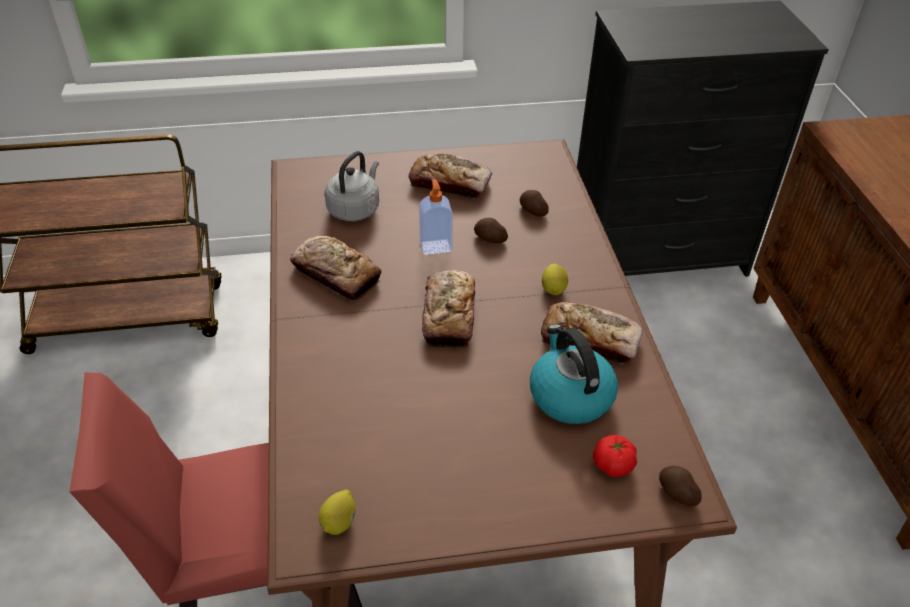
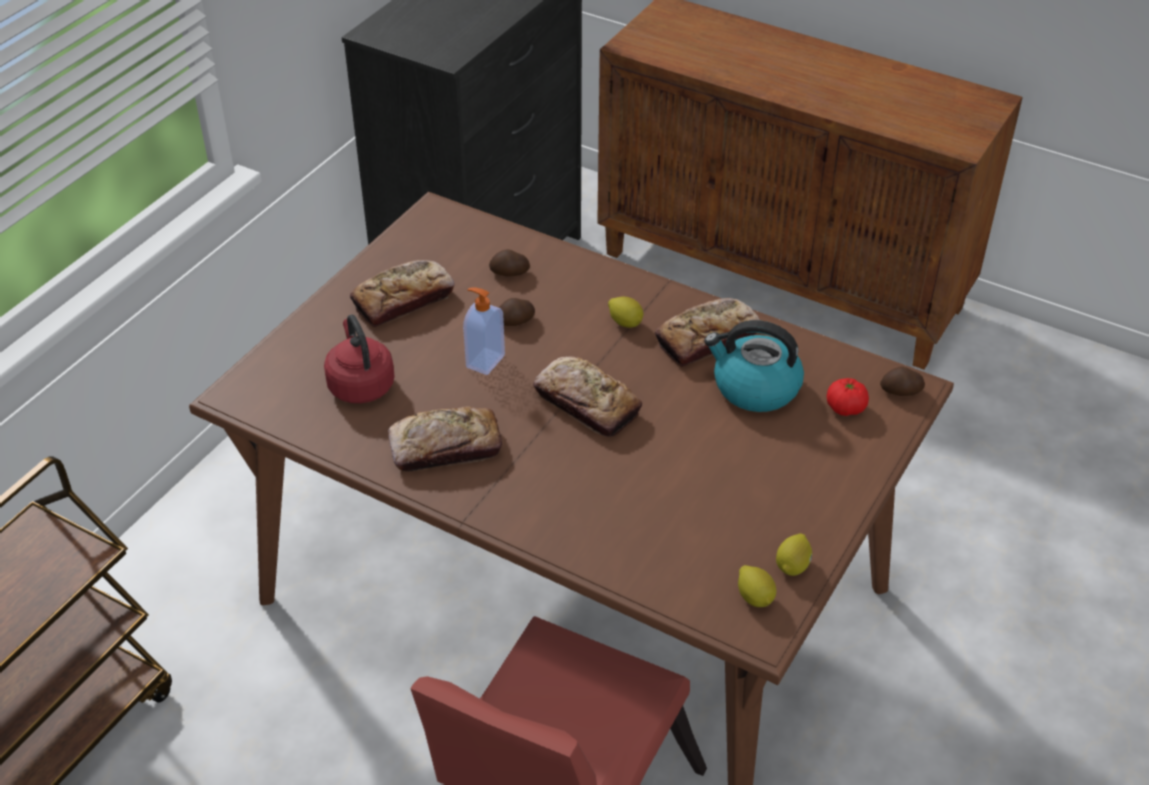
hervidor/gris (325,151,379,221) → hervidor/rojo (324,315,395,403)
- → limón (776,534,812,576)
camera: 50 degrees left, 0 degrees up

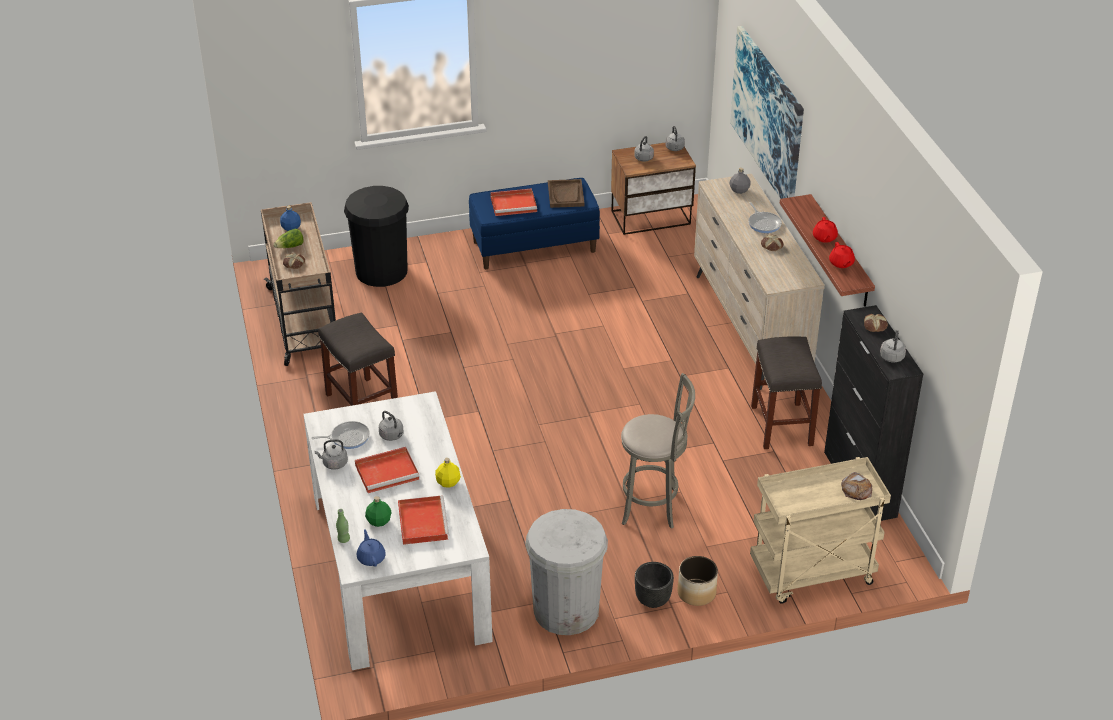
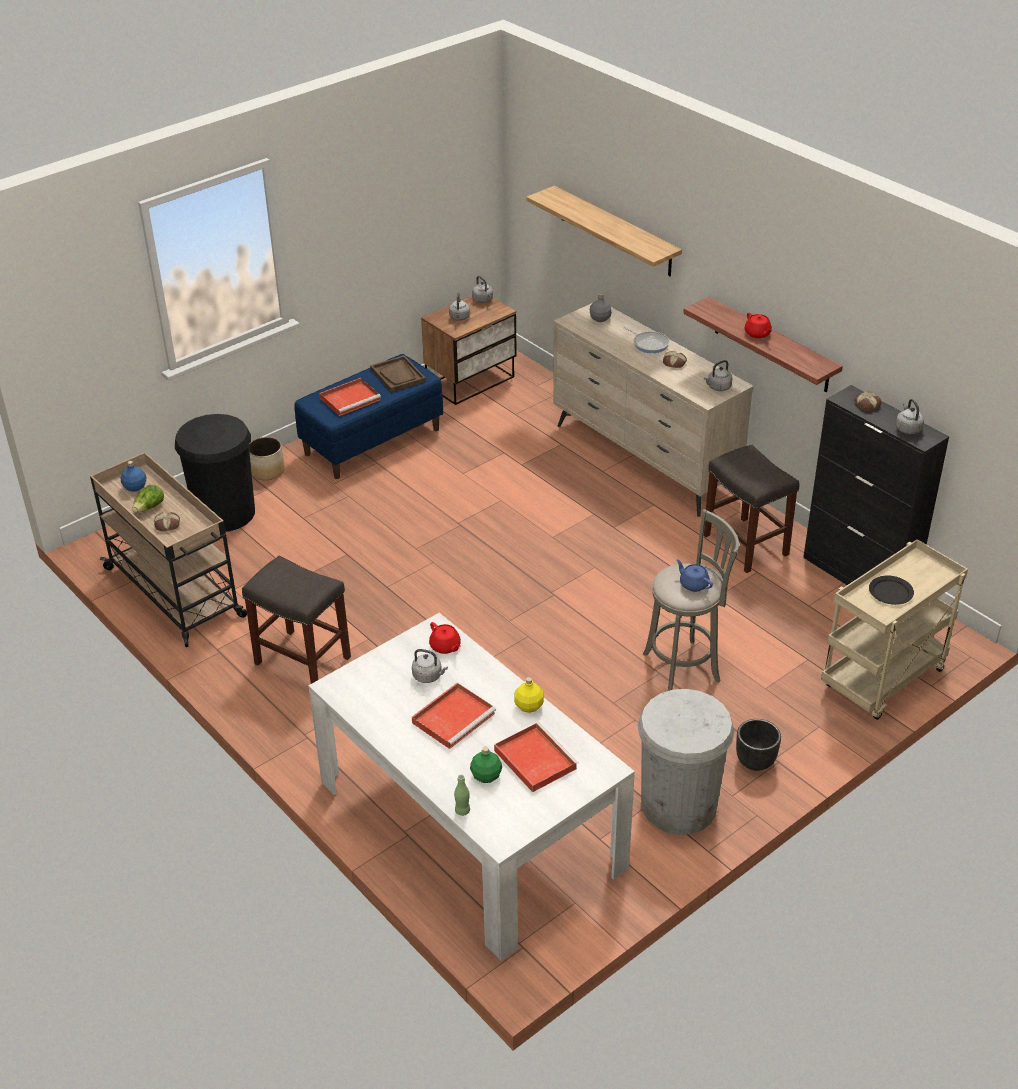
cuadro (730,26,804,199) → estante (526,186,682,276)
tetera/rojo (829,242,855,268) → tetera/rojo (429,622,461,654), moved
sartén (311,421,370,449) → -
hervidor/gris (315,439,348,470) → hervidor/gris (704,360,733,391), moved
pan (841,472,872,500) → -
tetera/azul (357,529,386,567) → tetera/azul (676,559,713,592), moved
maceta (678,556,718,606) → maceta (249,437,285,480), moved
- → plato/negro (869,575,914,605)
camera: 25 degrees left, 0 degrees up

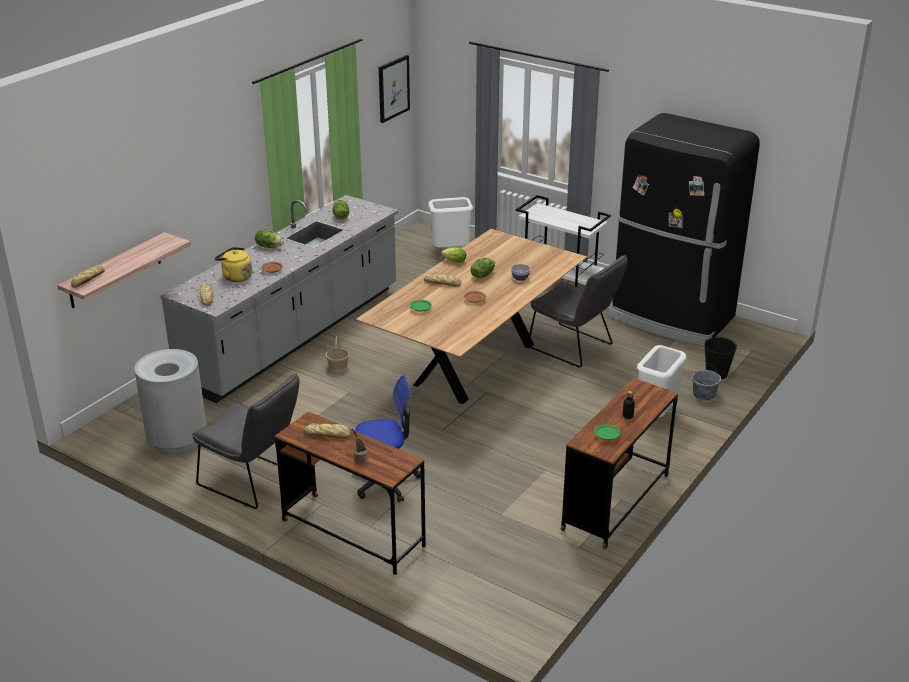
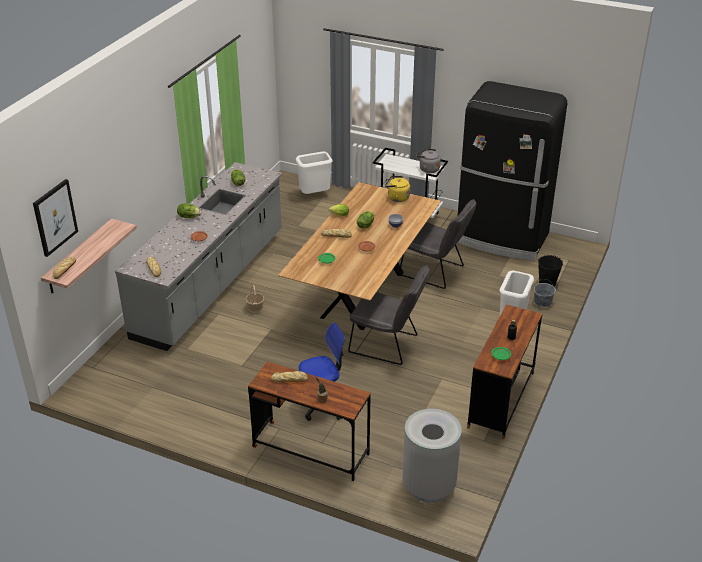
cuadro (379,55,410,123) → cuadro (33,179,78,257), moved
hervidor/amarillo (215,247,252,282) → hervidor/amarillo (385,176,410,202), moved
papelera/gris (134,349,206,454) → papelera/gris (403,409,462,503), moved
silla/gris (192,373,300,509) → silla/gris (348,265,430,365), moved
- → hervidor/gris (416,148,441,173)
camera: 10 degrees left, 5 degrees up

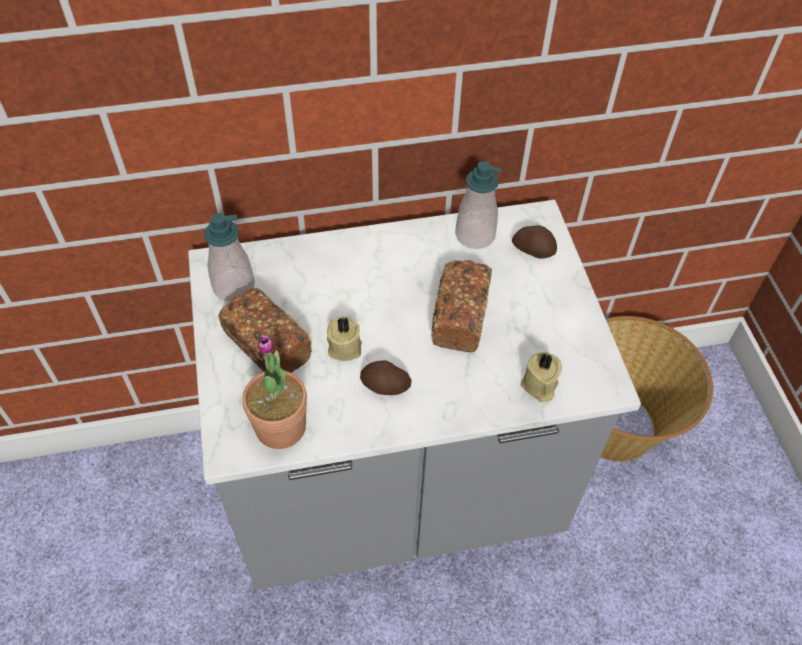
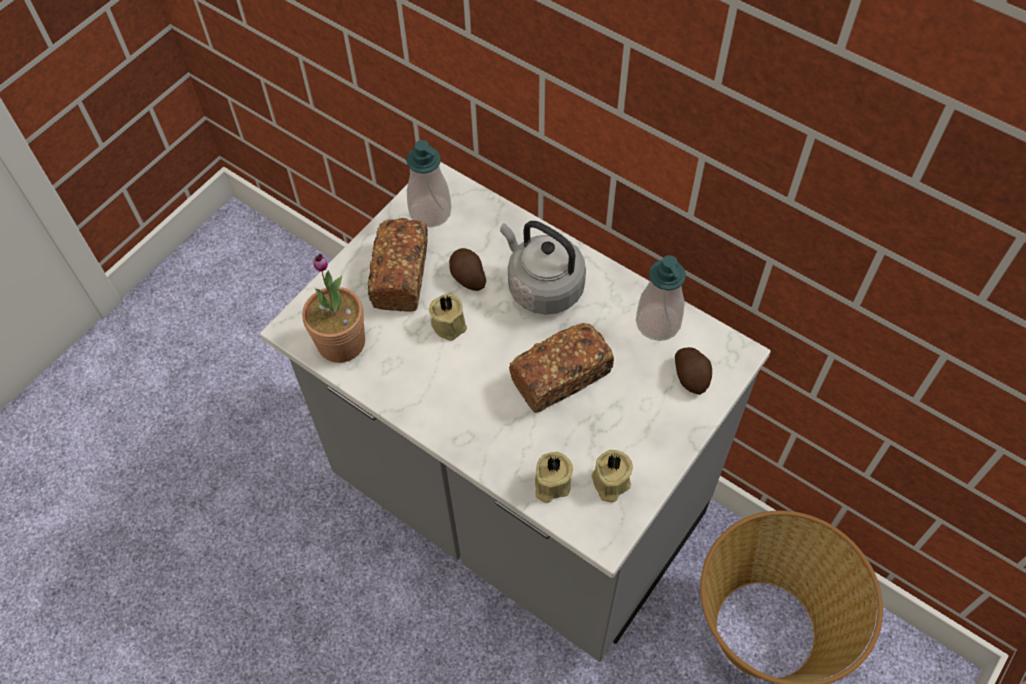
patata (360,360,411,395) → patata (449,248,486,291), moved
- → hervidor/gris (500,221,586,315)
- → vela/beis (591,450,633,502)
camera: 50 degrees right, 5 degrees up

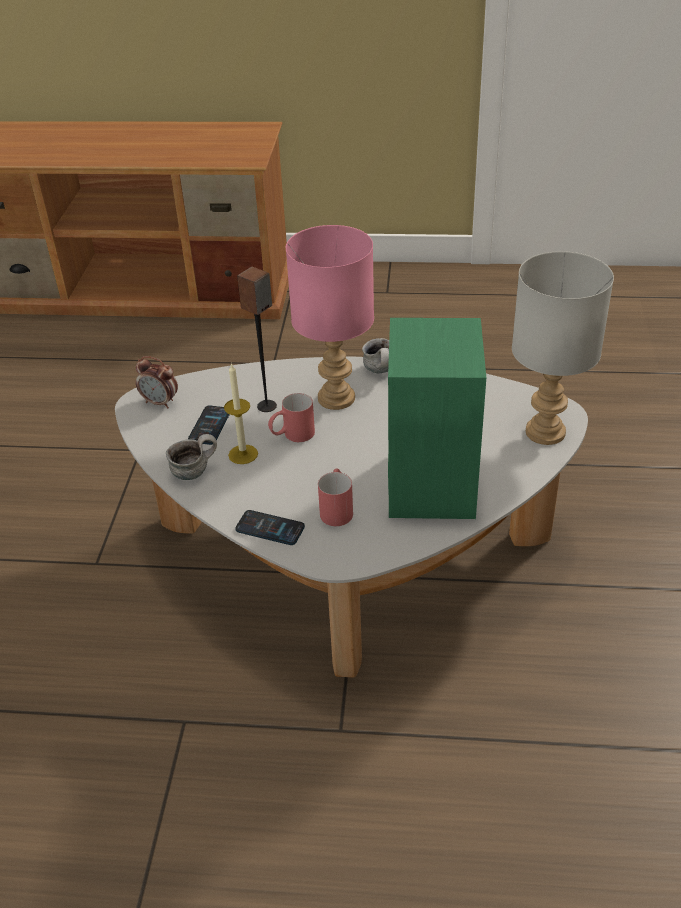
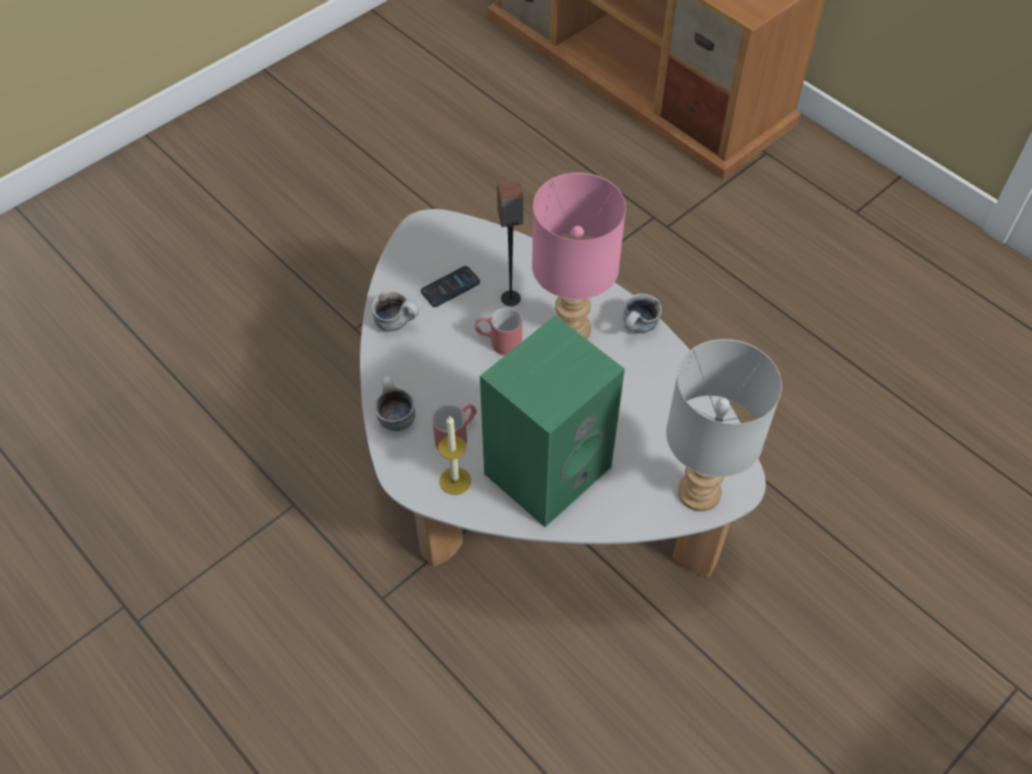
despertador (136,356,178,408) → -
vela (224,363,258,464) → vela (438,416,471,495), moved
móvil (235,510,305,545) → taza grande (374,376,415,431)
camera: 40 degrees right, 15 degrees up

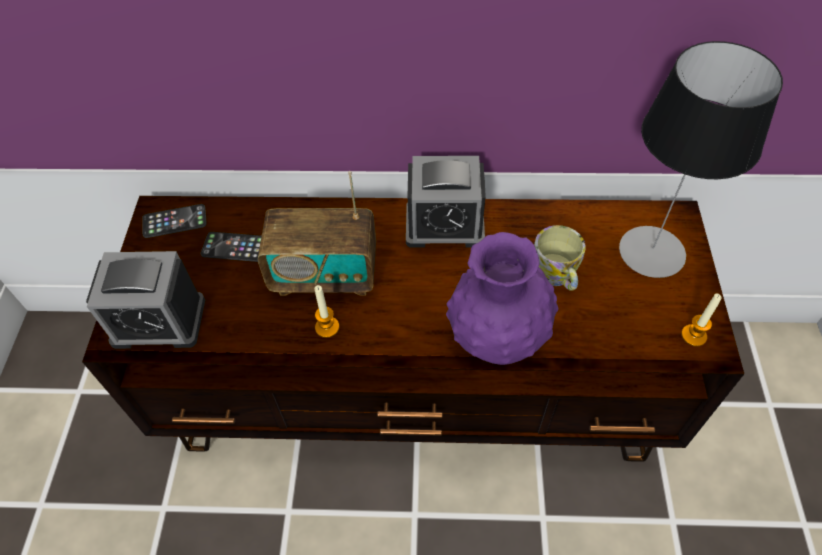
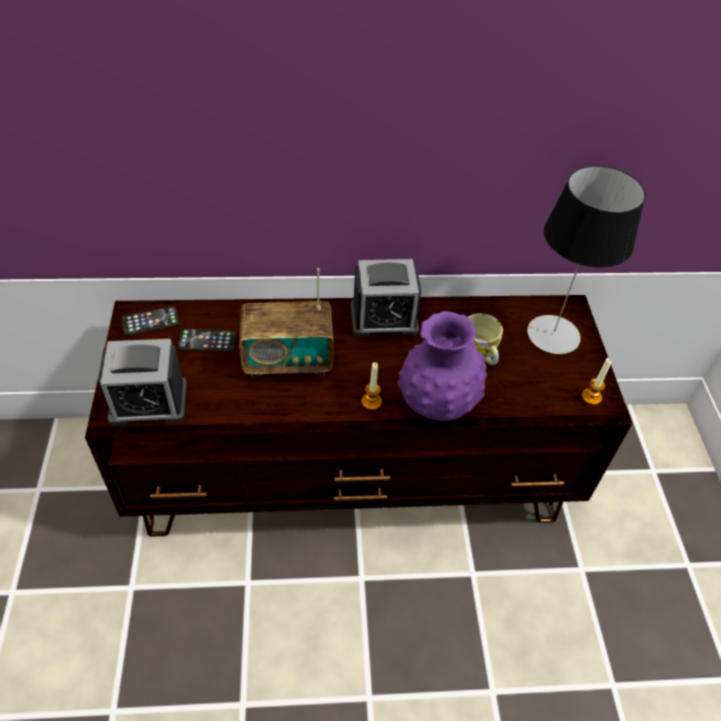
vela (315,285,339,338) → vela (362,362,382,410), moved
camera: 10 degrees left, 5 degrees down

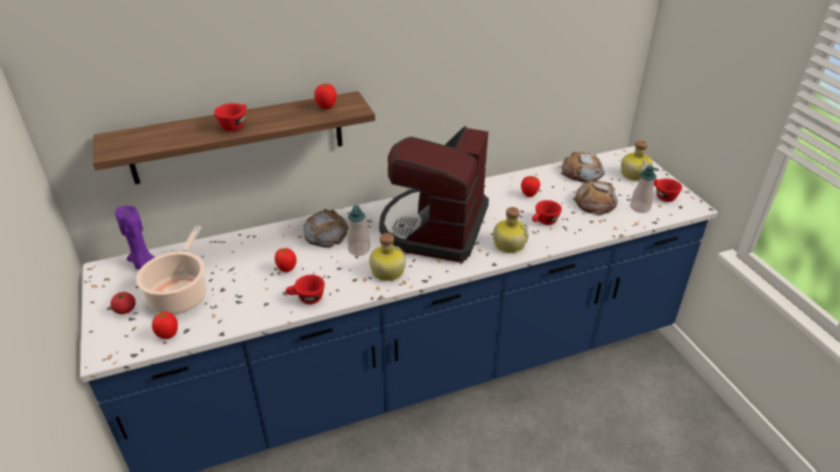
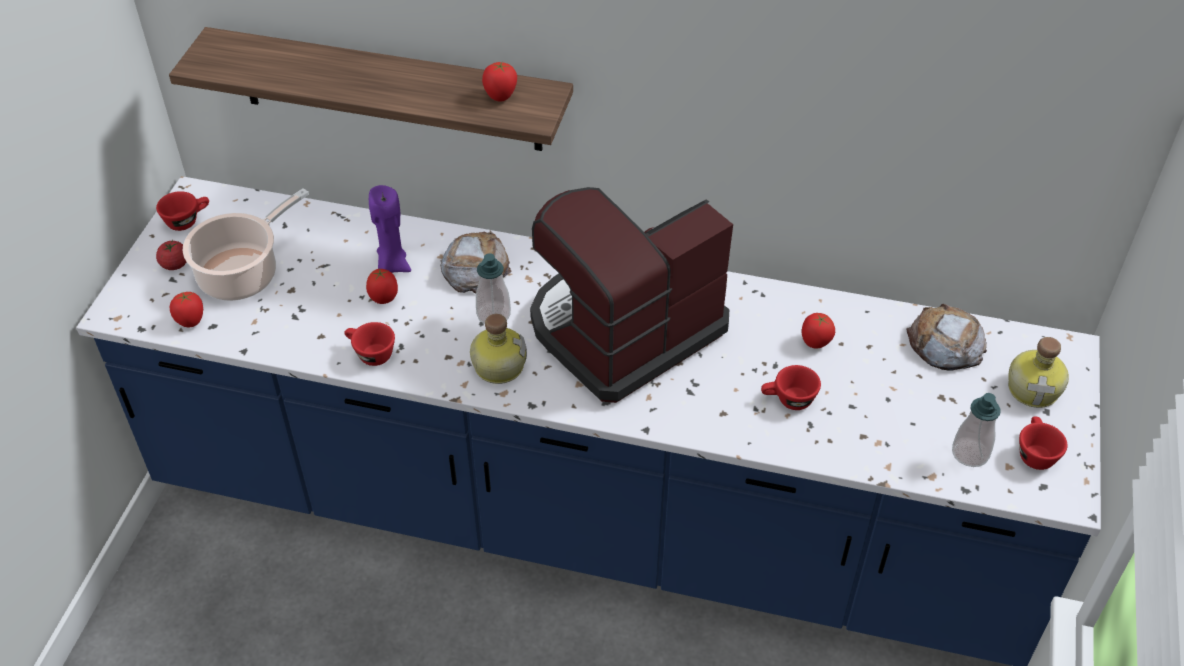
taza/rojo (214,103,246,131) → taza/rojo (156,191,209,231), moved
pan (573,181,618,215) → -
vela/morado (115,206,155,270) → vela/morado (369,185,411,273), moved
botella (493,207,528,253) → -
camera: 35 degrees right, 10 degrees up

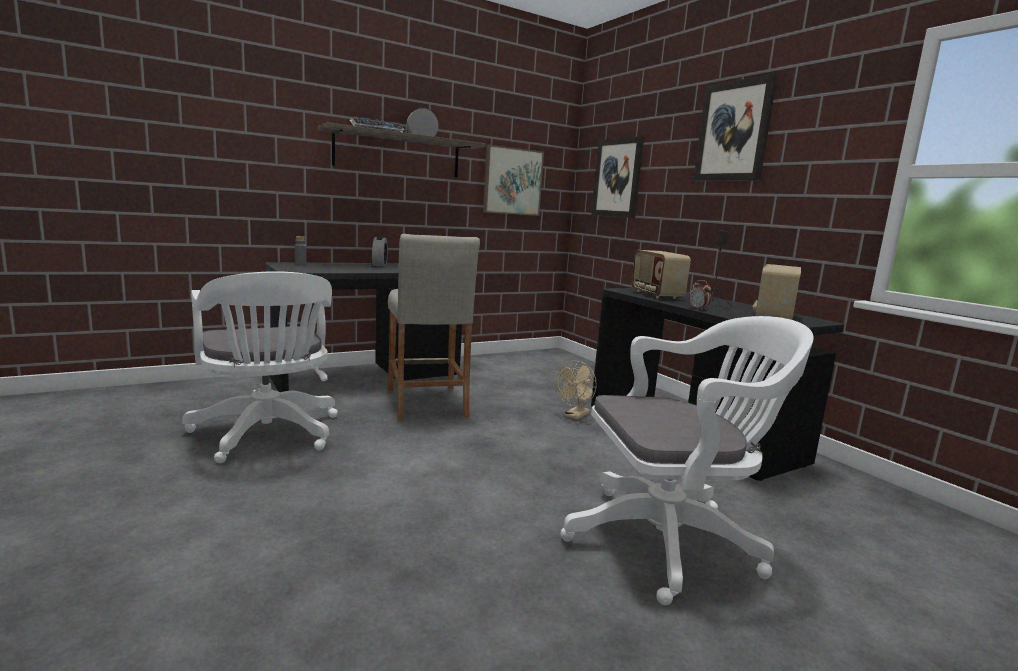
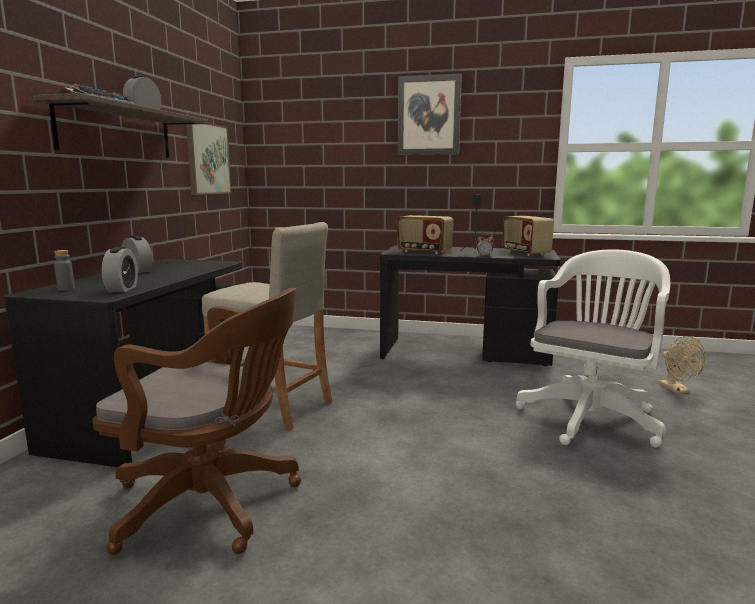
cuadro (591,136,644,218) → -
silla de oficina/blanco (182,271,338,463) → silla de oficina/marrón (93,288,301,555)
ventilador/beis (555,361,597,420) → ventilador/beis (659,336,705,393), moved
- → despertador (102,247,138,292)
camera: 45 degrees left, 0 degrees up

